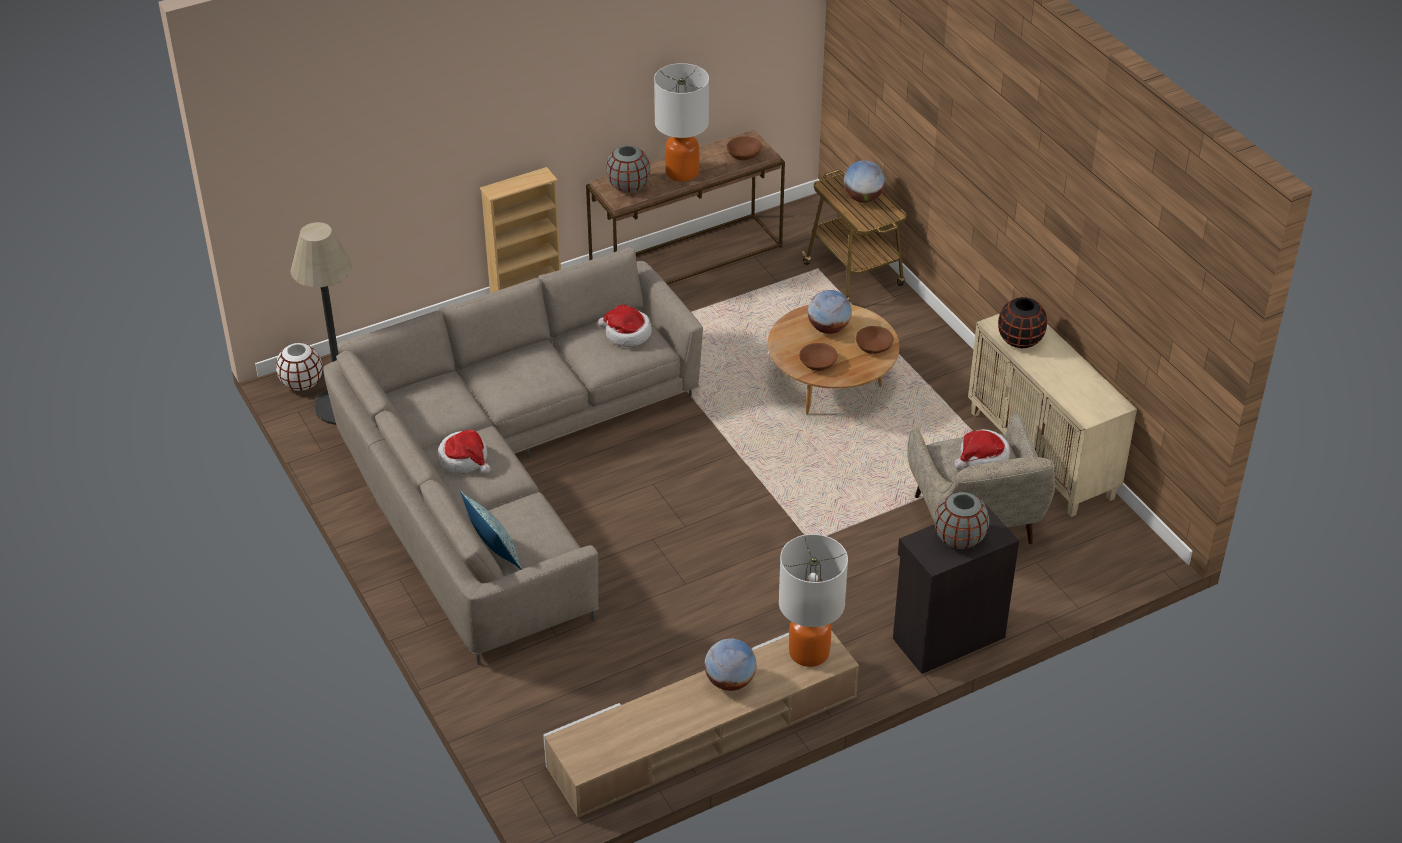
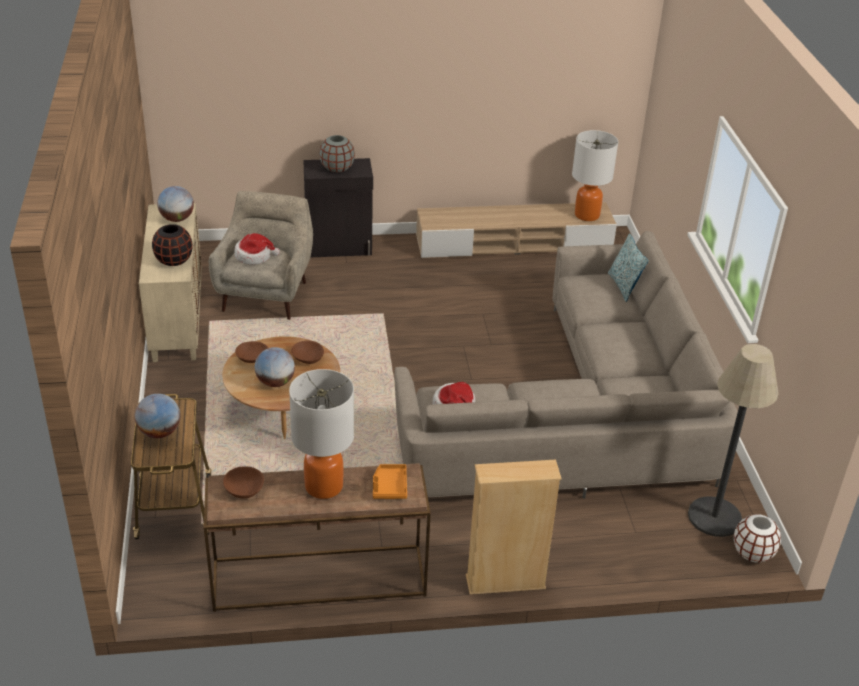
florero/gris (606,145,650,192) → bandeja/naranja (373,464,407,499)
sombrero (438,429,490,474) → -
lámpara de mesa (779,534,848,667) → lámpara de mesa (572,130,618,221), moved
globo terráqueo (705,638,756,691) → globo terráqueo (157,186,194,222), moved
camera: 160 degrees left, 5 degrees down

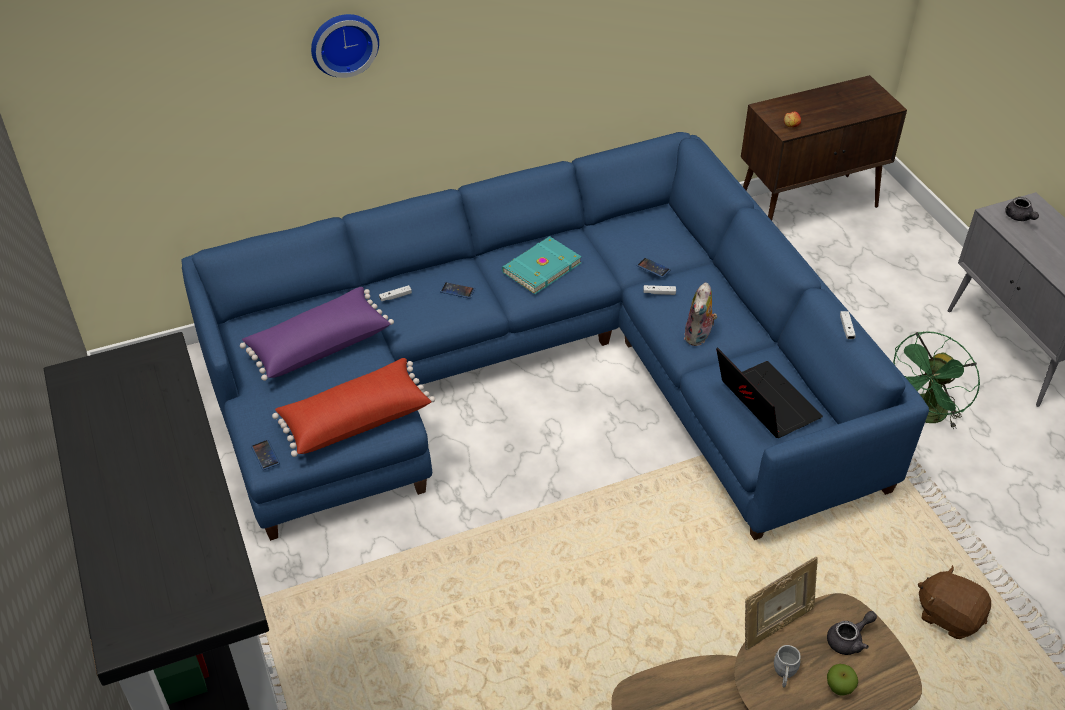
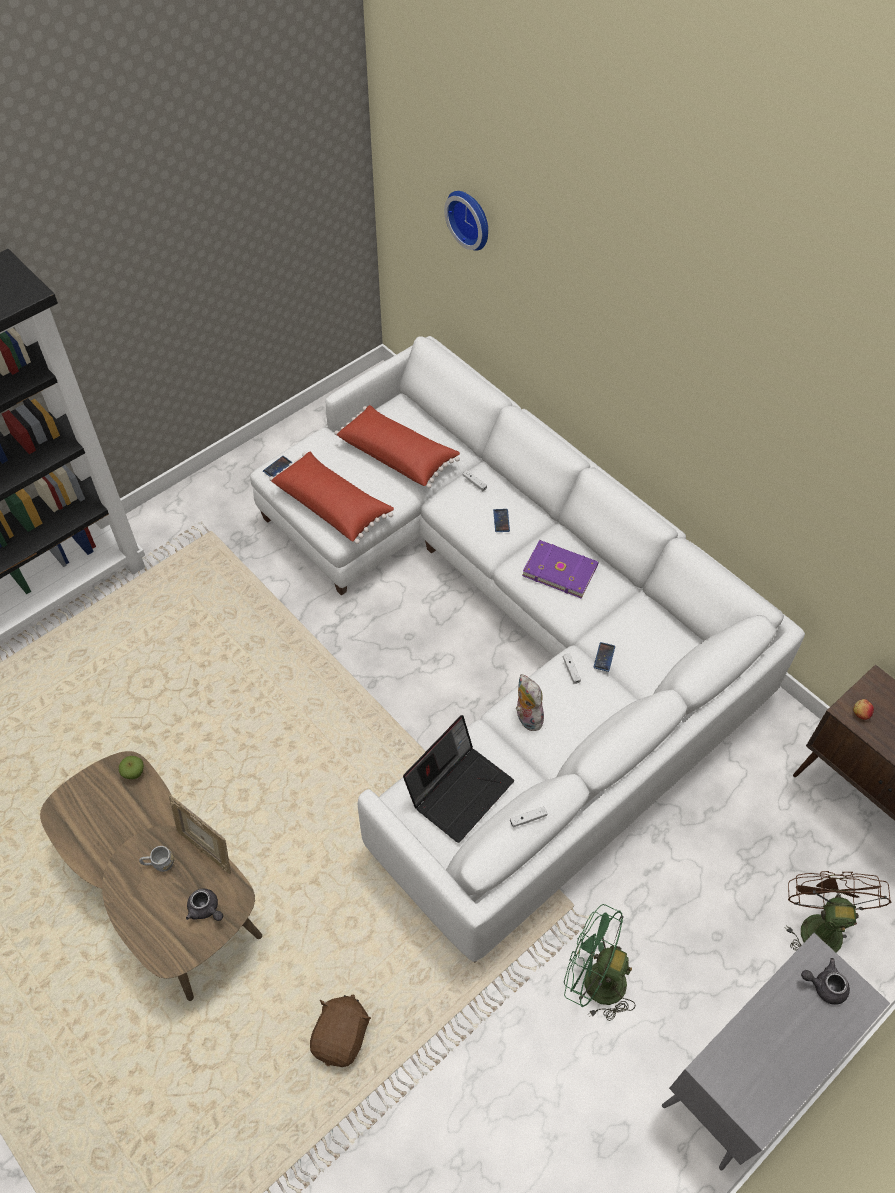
reloj de pared (311,14,379,78) → reloj de pared (444,191,488,251), moved
sofá/azul (181,132,929,541) → sofá/blanco (250,336,805,962)
tetera/gris (1005,197,1039,221) → tetera/gris (801,958,850,1005), 45 degrees clockwise
libro/turquesa (502,236,582,294) → libro/morado (522,540,598,599)
peluche (684,282,717,346) → peluche (516,674,544,731), 60 degrees clockwise
cojín/morado (240,287,394,381) → cojín/rojo (334,405,460,488)
manzana (827,664,858,696) → manzana (119,756,144,779), moved
- → ventilador/marrón (785,871,891,952)
camera: 70 degrees right, 10 degrees up

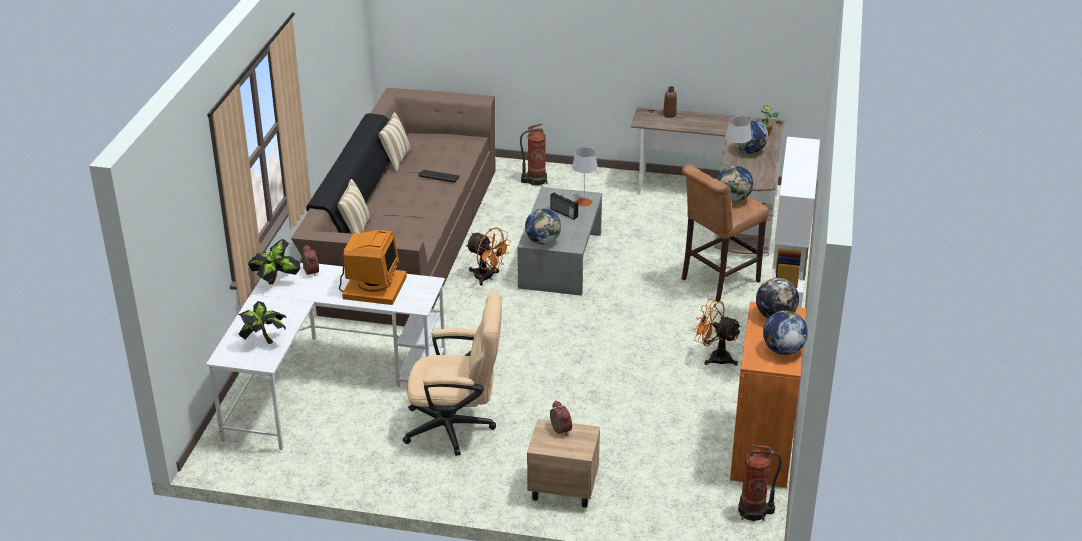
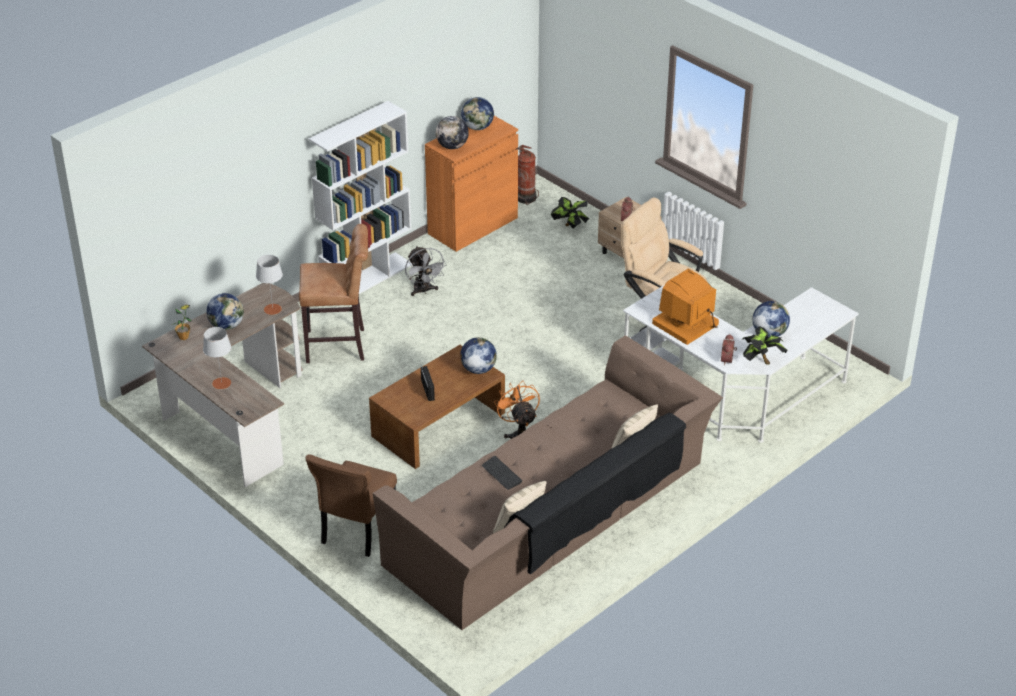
botella/marrón (663,86,677,118) → -
extintor (520,124,547,186) → silla/marrón (305,454,397,557)
lámpara de mesa/gris (572,147,598,207) → lámpara de mesa/gris (203,327,231,389), moved
globo terráqueo (717,165,753,202) → globo terráqueo (752,301,790,338), moved
mesa de centro/gris (517,187,602,296) → mesa de centro/marrón (369,345,505,469)
ventilador/naranja (693,299,741,366) → ventilador/gris (405,246,446,296)
planta en maceta (238,301,287,344) → planta en maceta (551,197,589,229), moved
camera: 145 degrees left, 5 degrees up

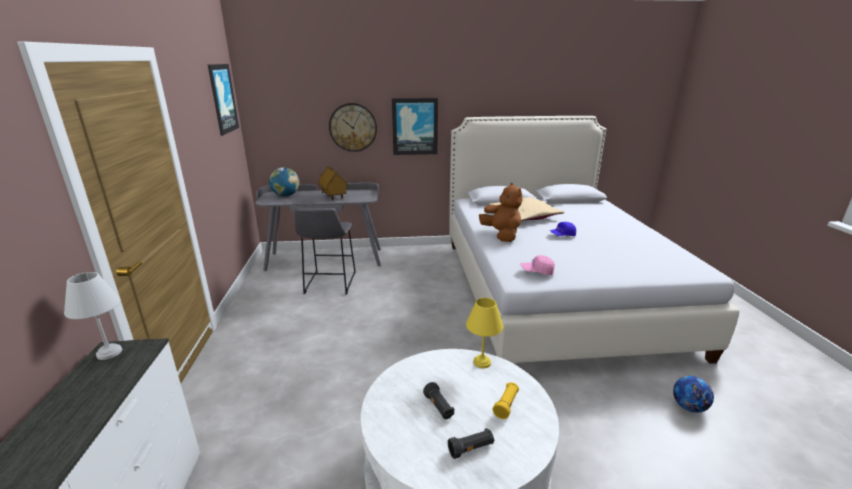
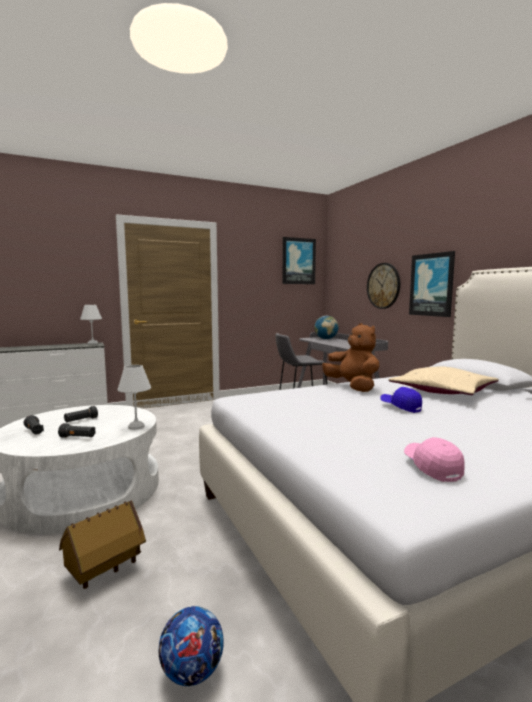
casita (318,166,349,200) → casita (59,500,146,589), moved
peluche/marrón (479,183,522,242) → peluche/marrón (322,323,380,392), 75 degrees counterclockwise
gorra/rosa (520,255,555,275) → gorra/rosa (404,437,465,482), moved
lámpara de mesa/amarillo (466,298,503,368) → lámpara de mesa/blanco (118,365,151,430)
linterna/amarillo (493,382,519,419) → linterna/negro (58,423,96,438)
camera: 70 degrees right, 15 degrees down

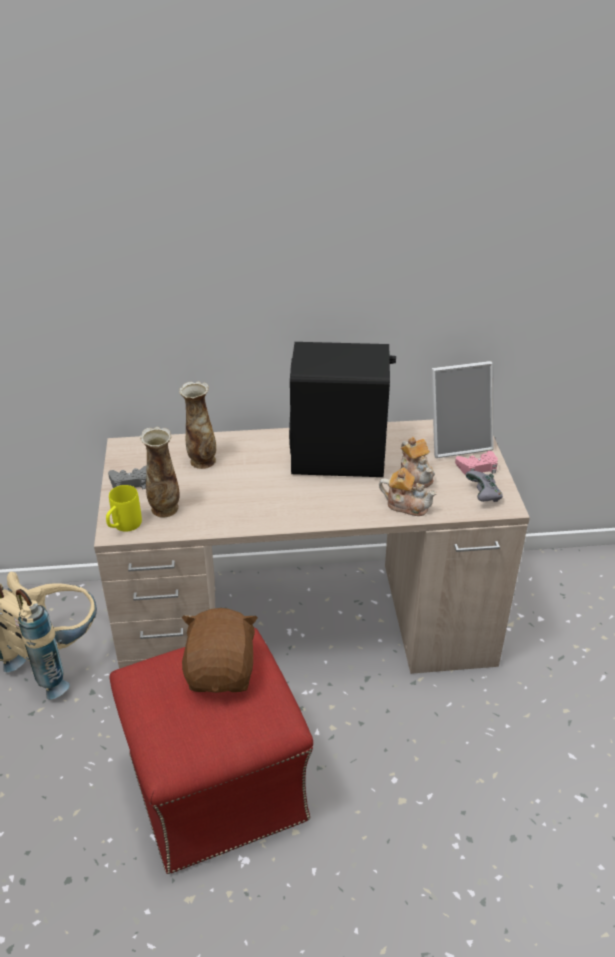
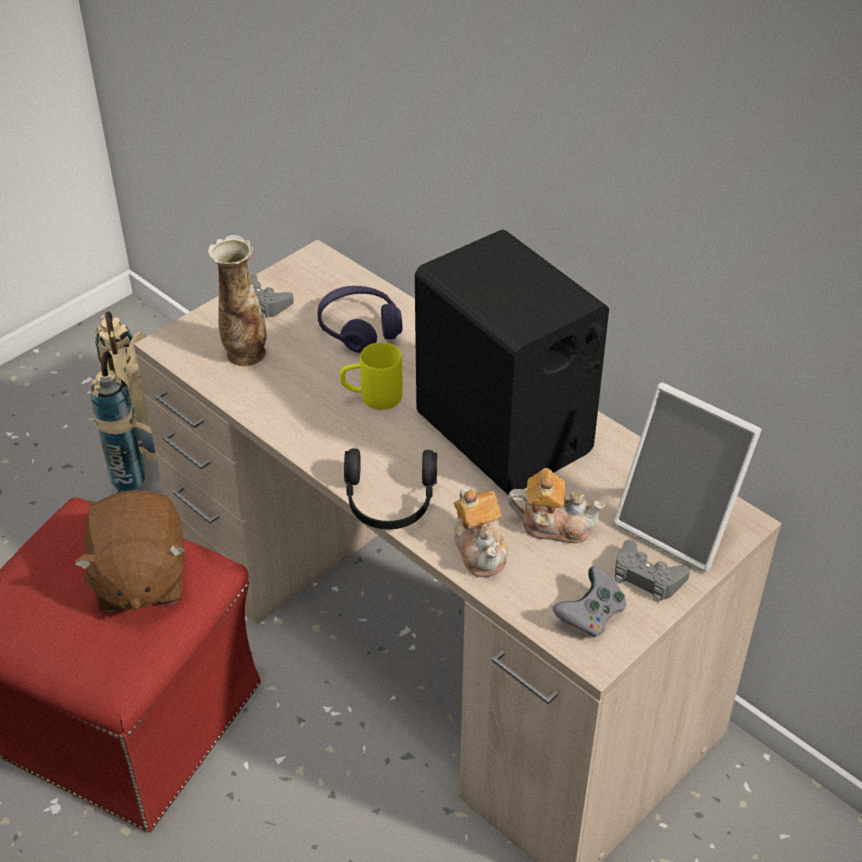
florero (179,381,216,469) → auriculares/morado (317,286,402,353)
tetera (401,437,435,488) → tetera (508,468,606,543), 105 degrees counterclockwise
mando de consola/rosa (455,451,498,474) → mando de consola/gris (615,540,690,603)
taza grande/amarillo (106,485,142,532) → taza grande/amarillo (340,342,403,410), moved
peluche/marrón (182,608,258,693) → peluche/marrón (74,490,186,612), 120 degrees clockwise
- → auriculares/negro (344,448,437,530)
camera: 50 degrees right, 5 degrees up

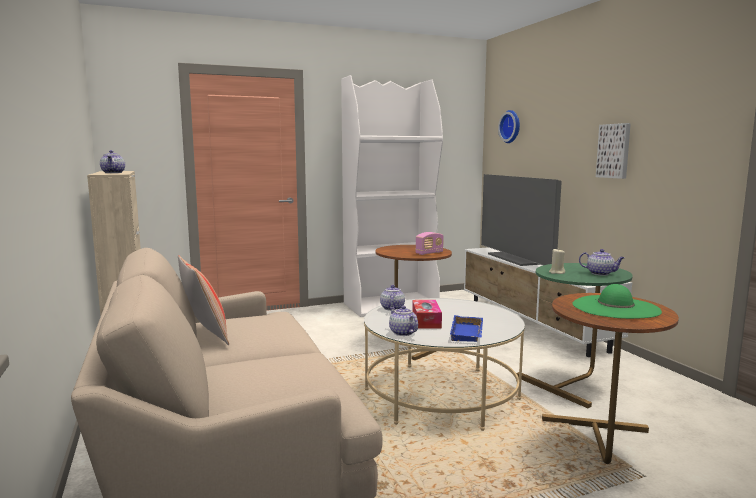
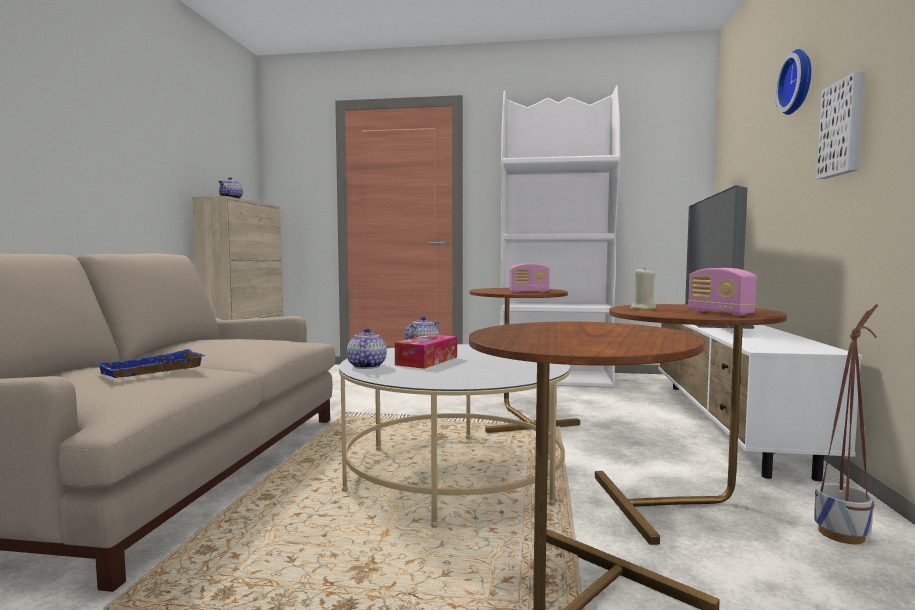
reloj de pared (498,110,520,143) → reloj de pared (775,49,811,115), moved
tetera (579,249,625,276) → radio (688,268,757,316)
cojín (178,255,229,345) → -
mesa auxiliar/verde (516,263,633,408) → mesa auxiliar/marrón (595,304,787,545)
sombrero/verde (572,284,662,319) → -
bandeja/azul (450,315,483,342) → bandeja/azul (98,349,205,378), moved
- → maceta (814,304,878,544)
camera: 30 degrees right, 5 degrees down

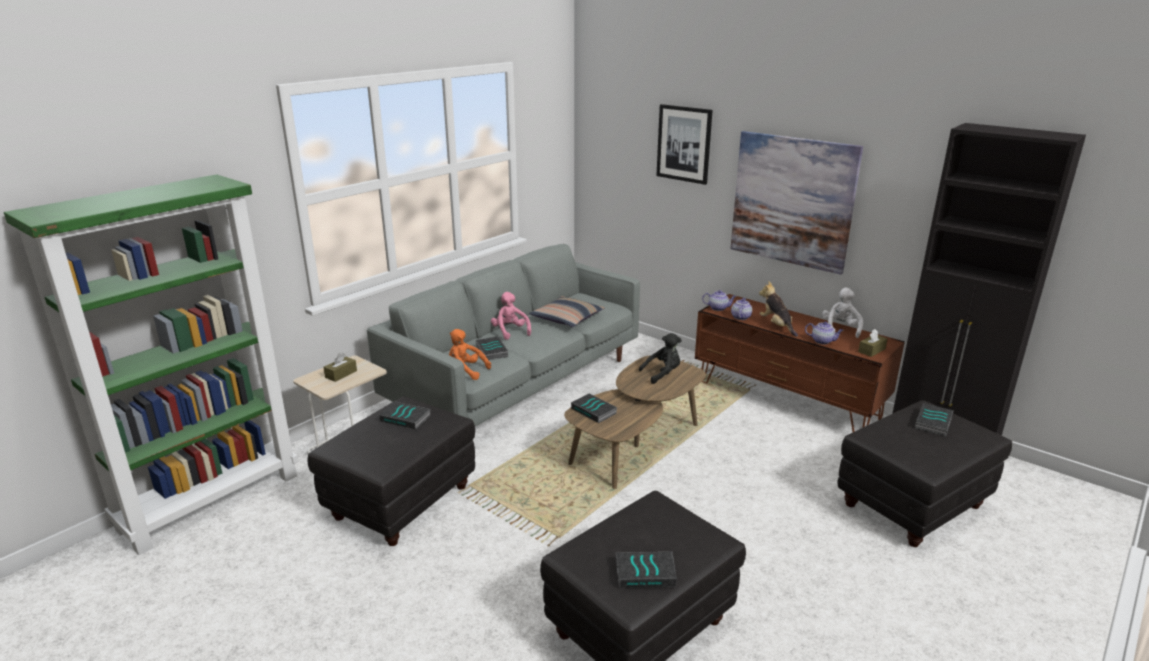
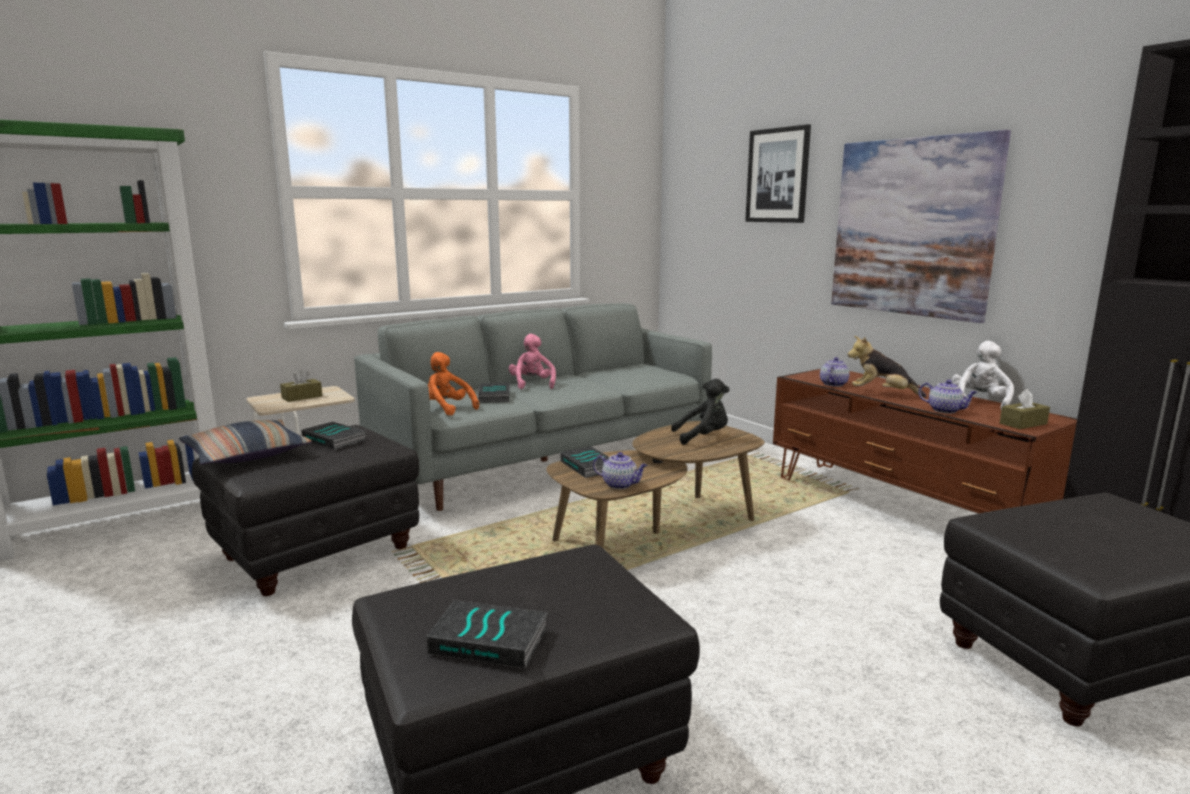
peluche (759,281,798,337) → peluche (847,336,926,397), 60 degrees counterclockwise
tetera (702,290,736,311) → tetera (593,452,648,489), moved
cojín (529,296,605,327) → cojín (179,420,312,465), moved
libro (915,403,954,436) → -
camera: 15 degrees right, 10 degrees down

